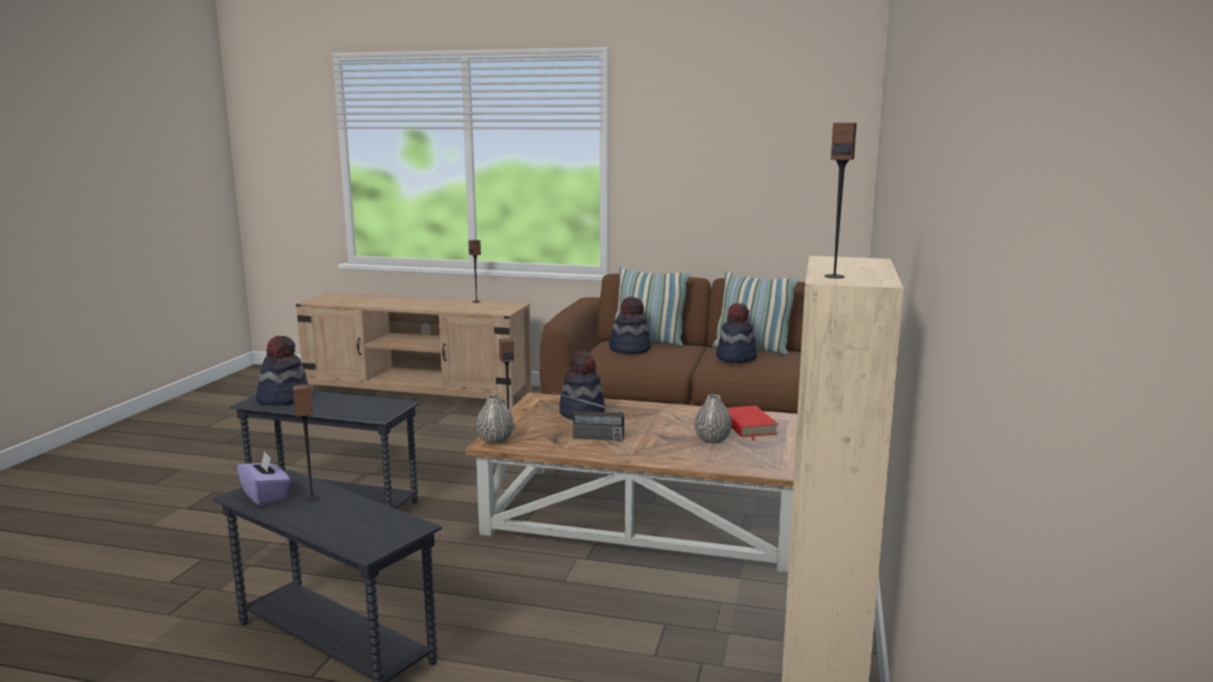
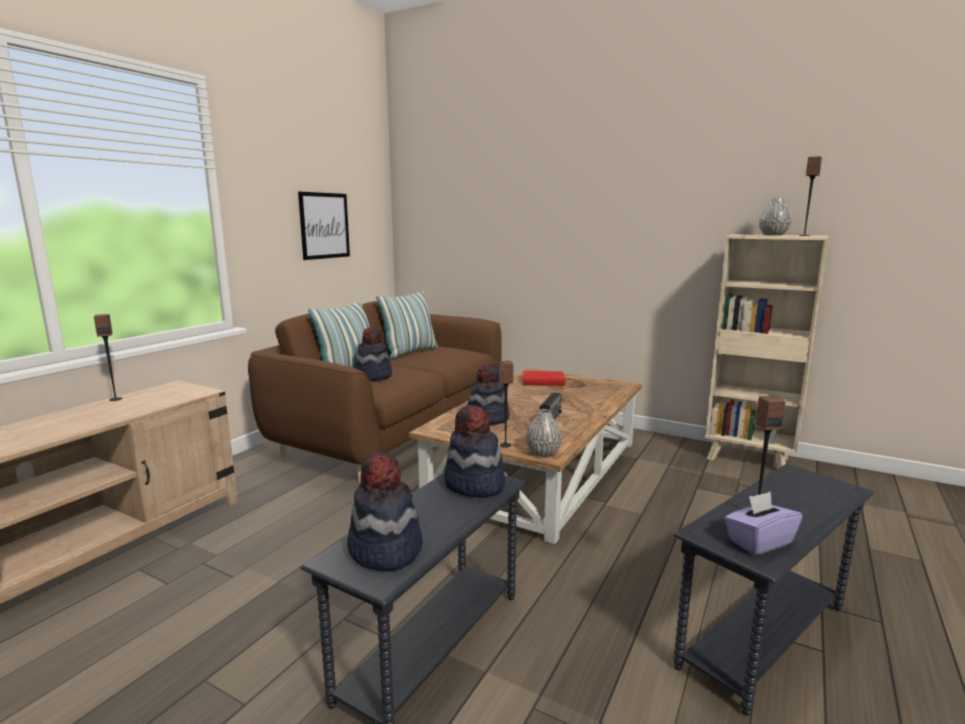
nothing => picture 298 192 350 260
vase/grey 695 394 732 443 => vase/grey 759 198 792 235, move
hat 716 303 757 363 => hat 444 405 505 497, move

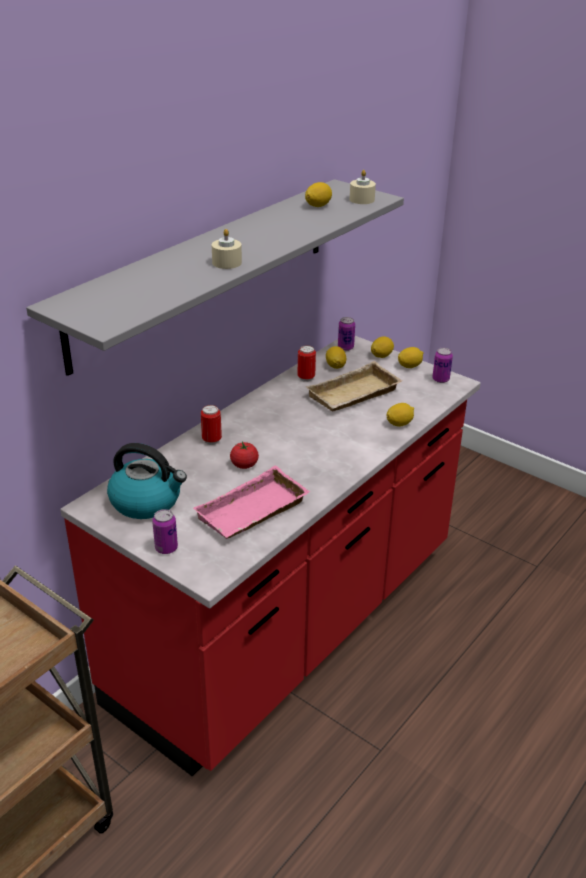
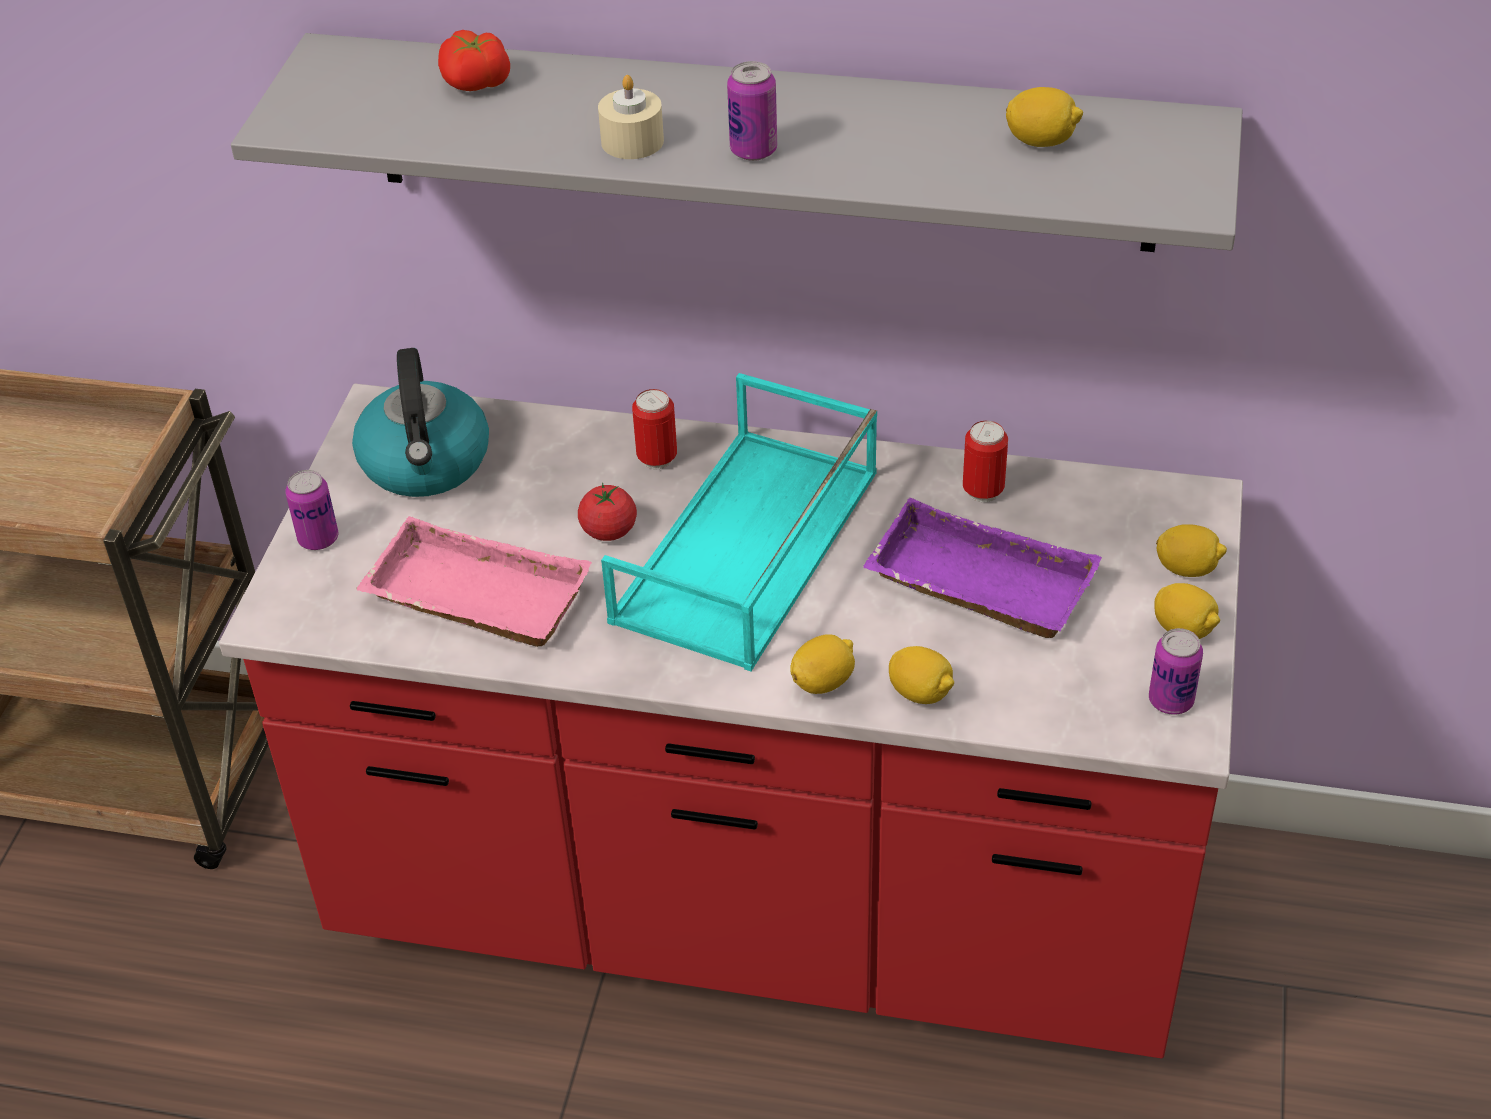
candle/beige 350 170 376 204 => nothing
nothing => tomato 438 30 510 91
nothing => tray/turquoise 601 373 877 671
lemon 326 346 346 369 => lemon 790 634 855 694, move
can 338 317 355 351 => can 727 61 777 161, move
tray/beige 306 361 402 412 => tray/purple 862 498 1102 638

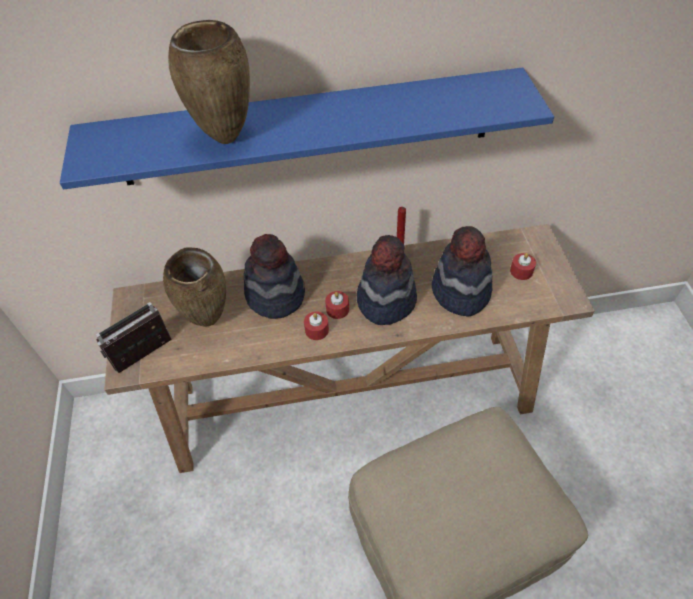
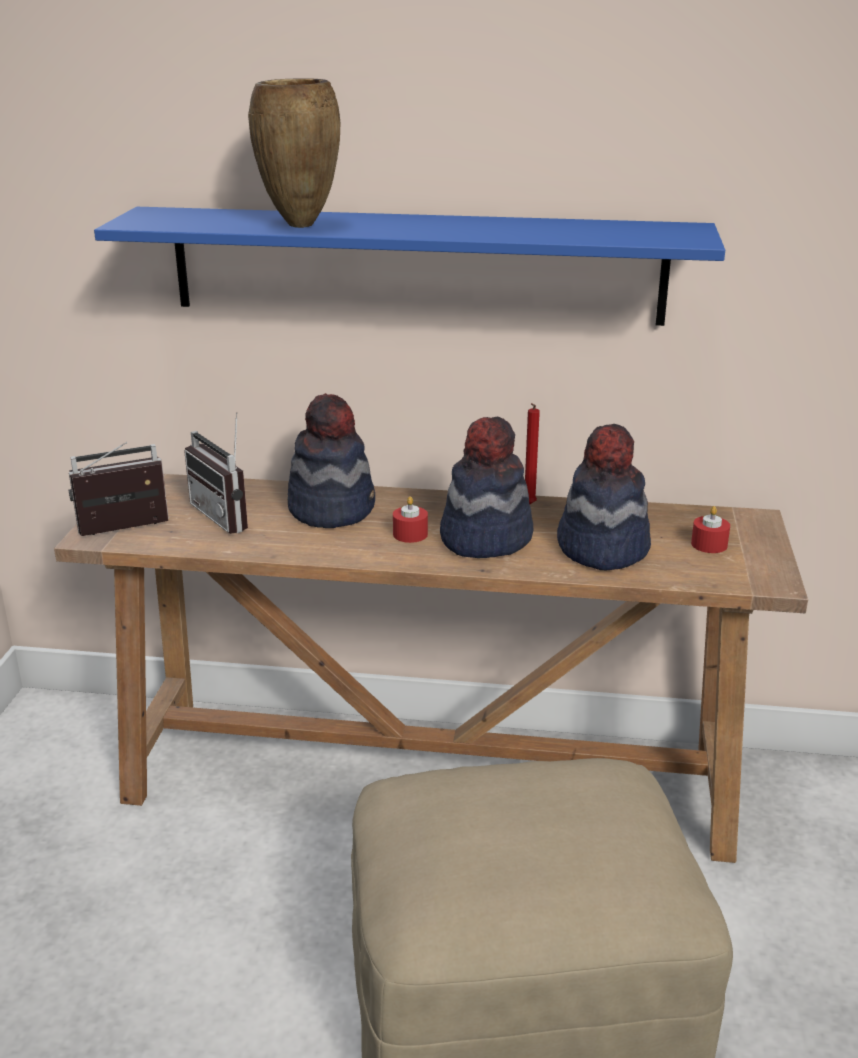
candle/red 304 312 329 340 => nothing
vase/brown 163 247 226 327 => radio 184 412 248 534

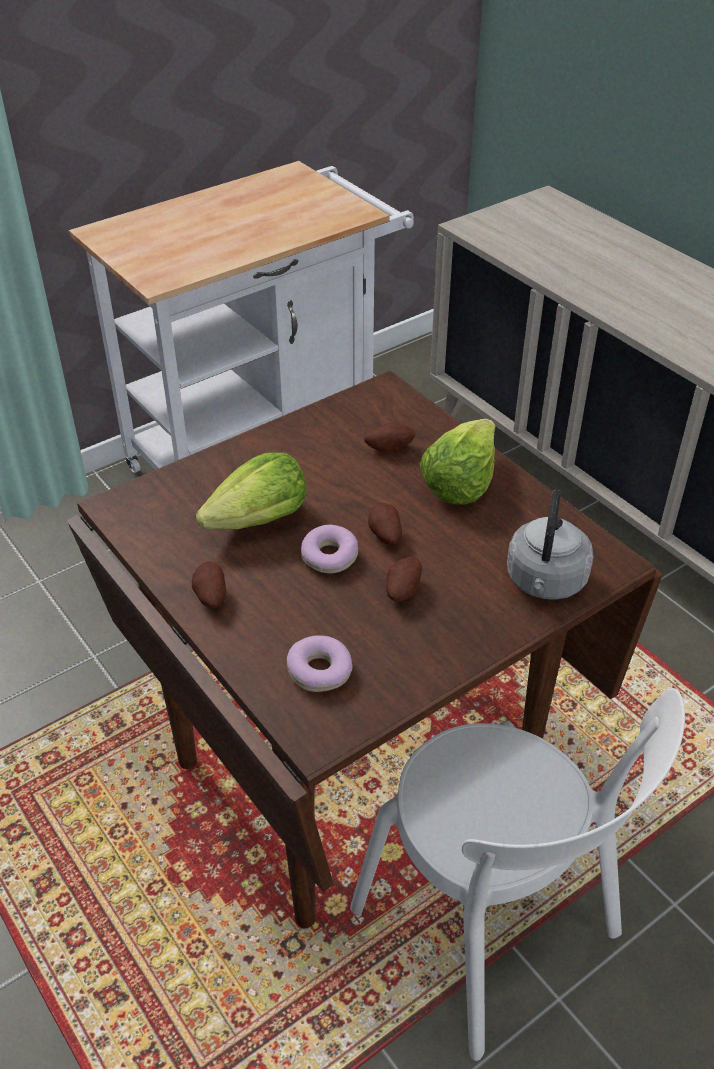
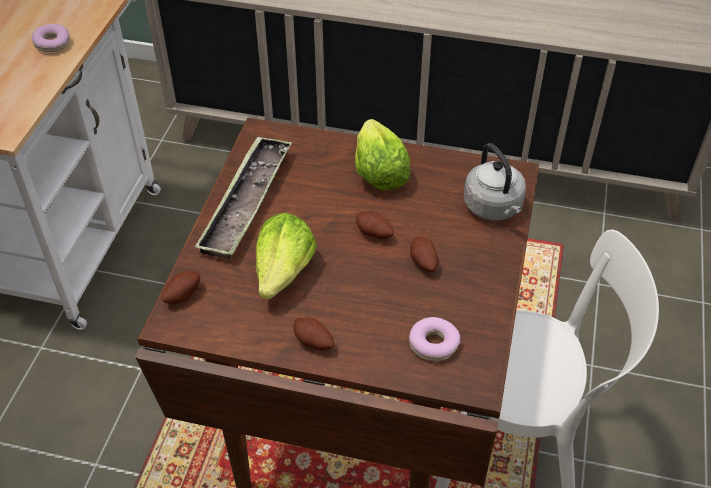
nothing => tray 194 136 292 259
donut 301 525 358 574 => donut 32 24 70 52, move
potato 364 423 415 452 => potato 162 271 200 304, move

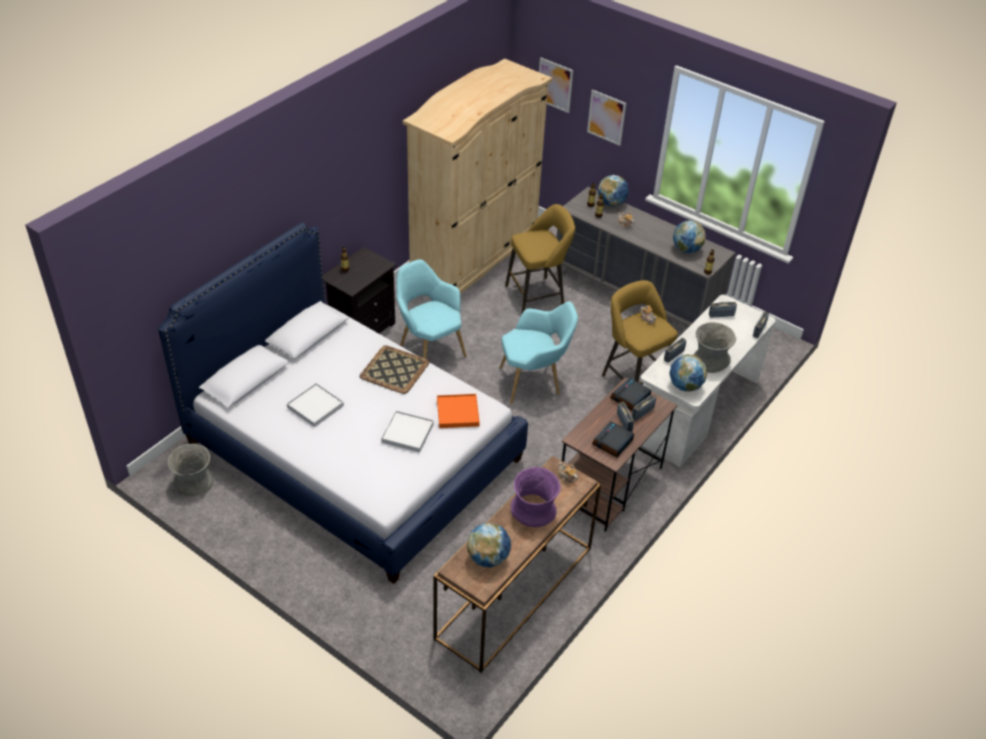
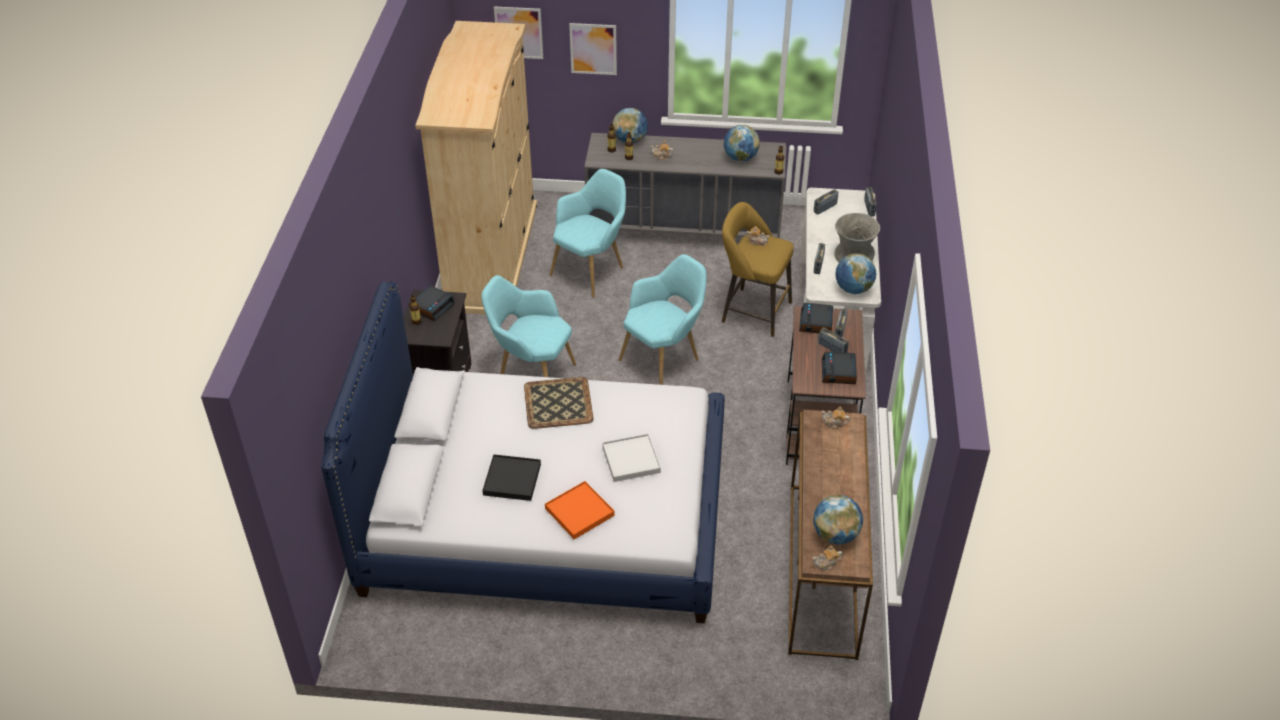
vase/grey 168 444 213 496 => nothing
vase/purple 511 467 561 527 => nothing
nothing => alarm clock 409 286 455 321
nothing => teapot 812 545 843 571
tray/orange 437 394 480 428 => tray/orange 545 481 615 539, move
stool/yellow 505 204 575 313 => armchair/turquoise 550 169 626 298
tray/white 287 383 344 427 => tray/black 482 454 541 501

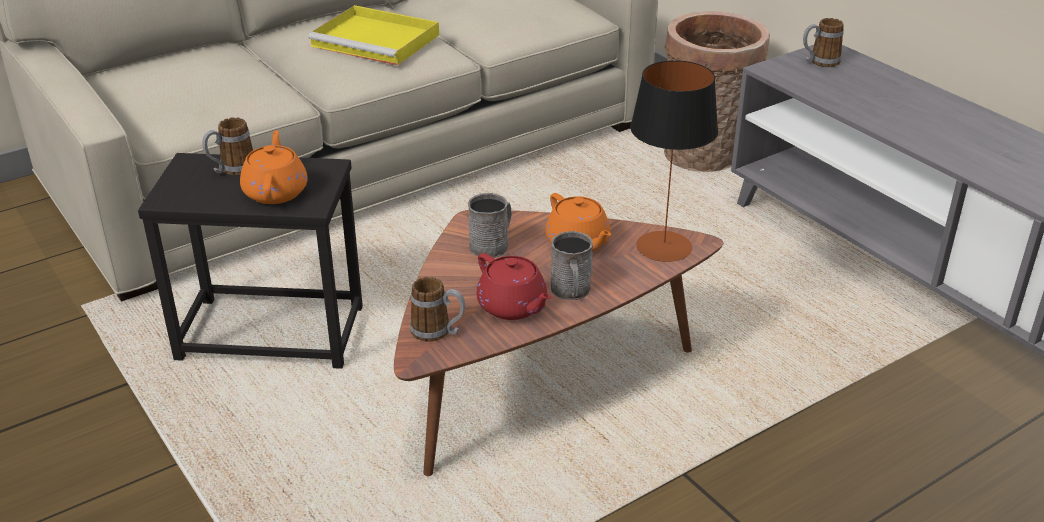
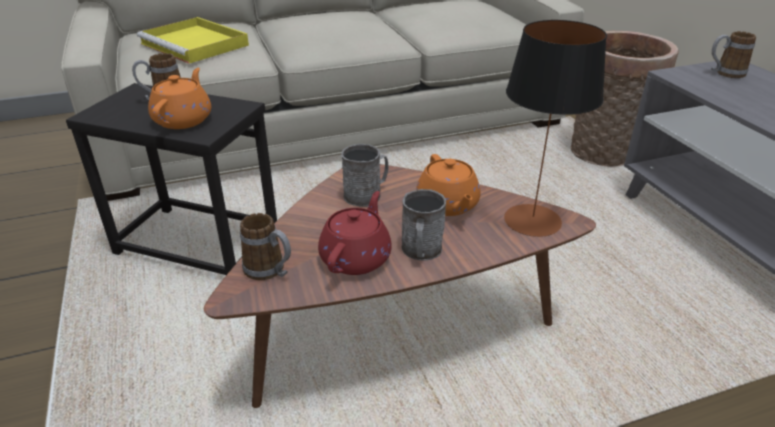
tray/yellow 308 5 439 65 => tray/yellow 137 17 249 64, move
teapot/red 476 253 552 320 => teapot/red 318 191 392 275, 135 degrees counterclockwise

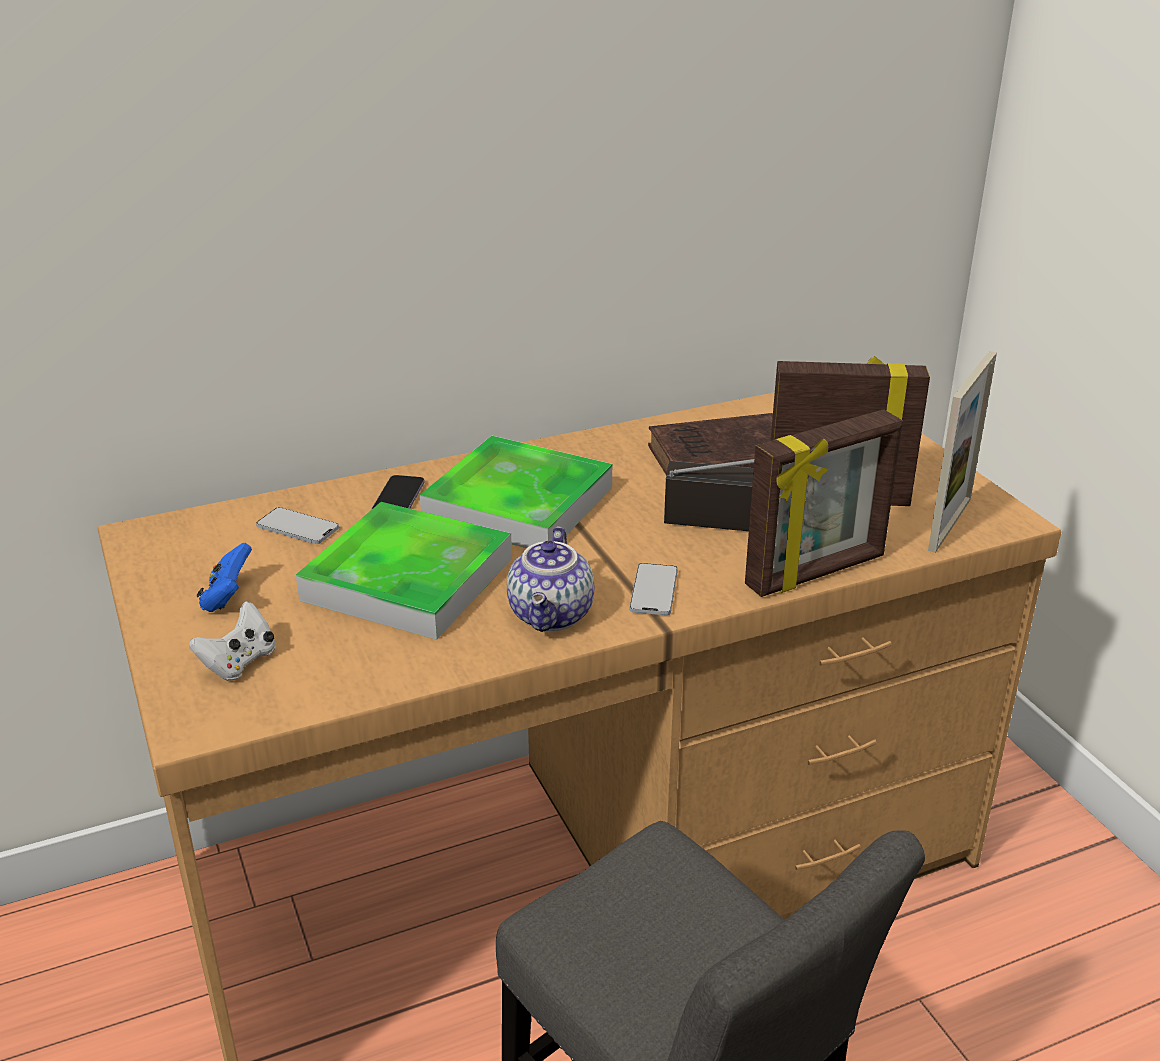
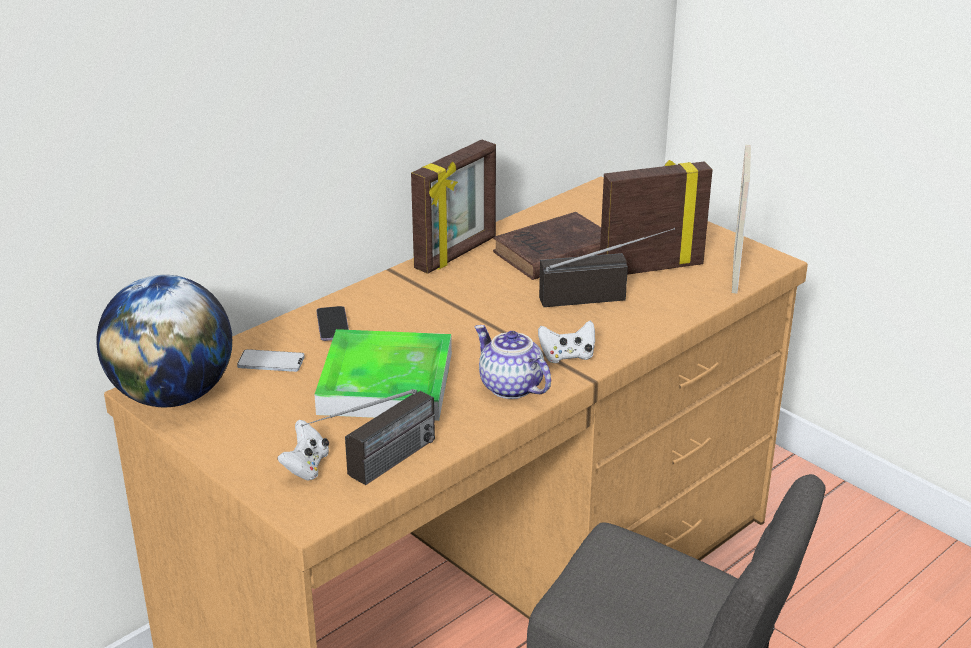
game controller/blue 197 543 252 612 => nothing
tray 420 436 612 548 => nothing
nothing => globe 96 275 232 407
nothing => radio 301 389 435 485
picture frame 745 409 903 597 => picture frame 411 140 496 274, move
phone 630 563 678 615 => game controller/white 538 320 595 363
teapot 507 526 594 632 => teapot 475 325 551 399, 150 degrees clockwise

